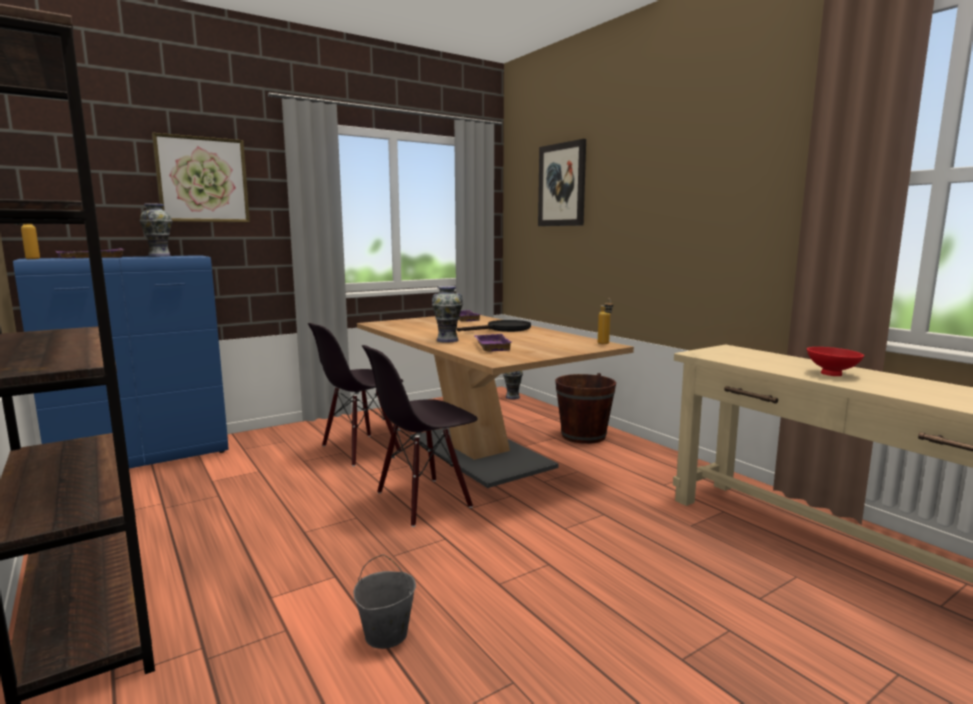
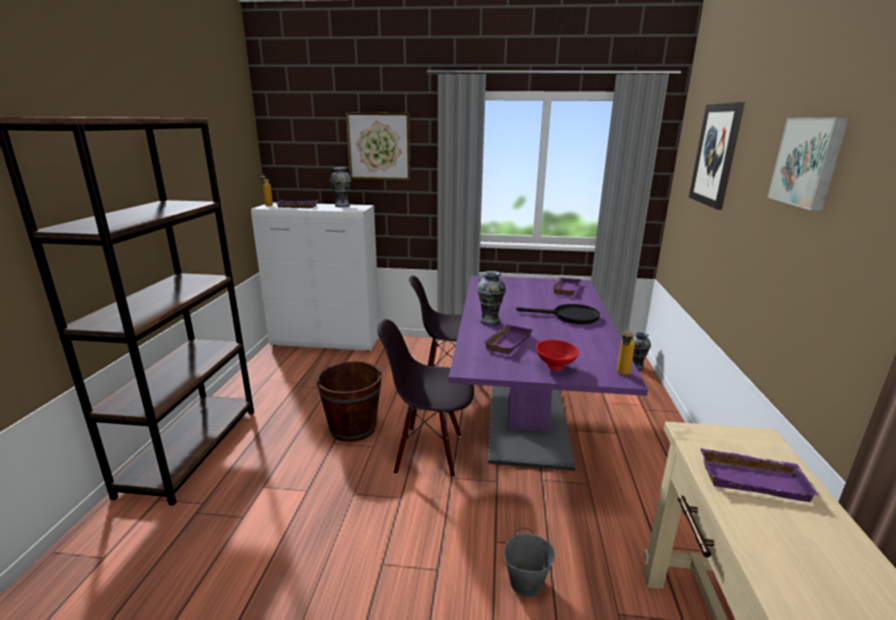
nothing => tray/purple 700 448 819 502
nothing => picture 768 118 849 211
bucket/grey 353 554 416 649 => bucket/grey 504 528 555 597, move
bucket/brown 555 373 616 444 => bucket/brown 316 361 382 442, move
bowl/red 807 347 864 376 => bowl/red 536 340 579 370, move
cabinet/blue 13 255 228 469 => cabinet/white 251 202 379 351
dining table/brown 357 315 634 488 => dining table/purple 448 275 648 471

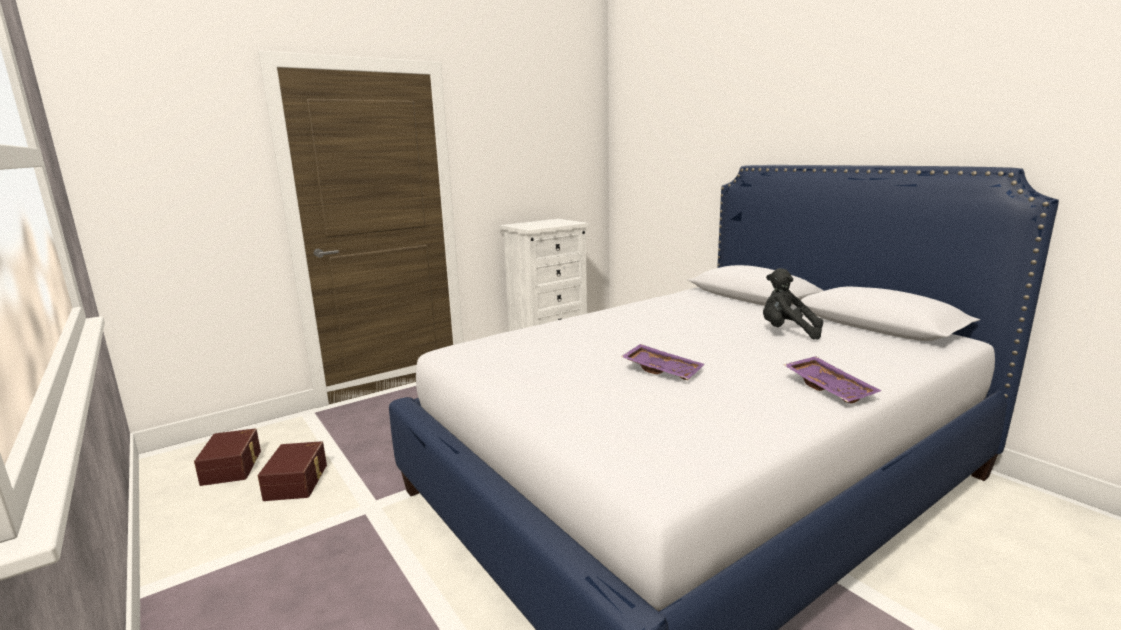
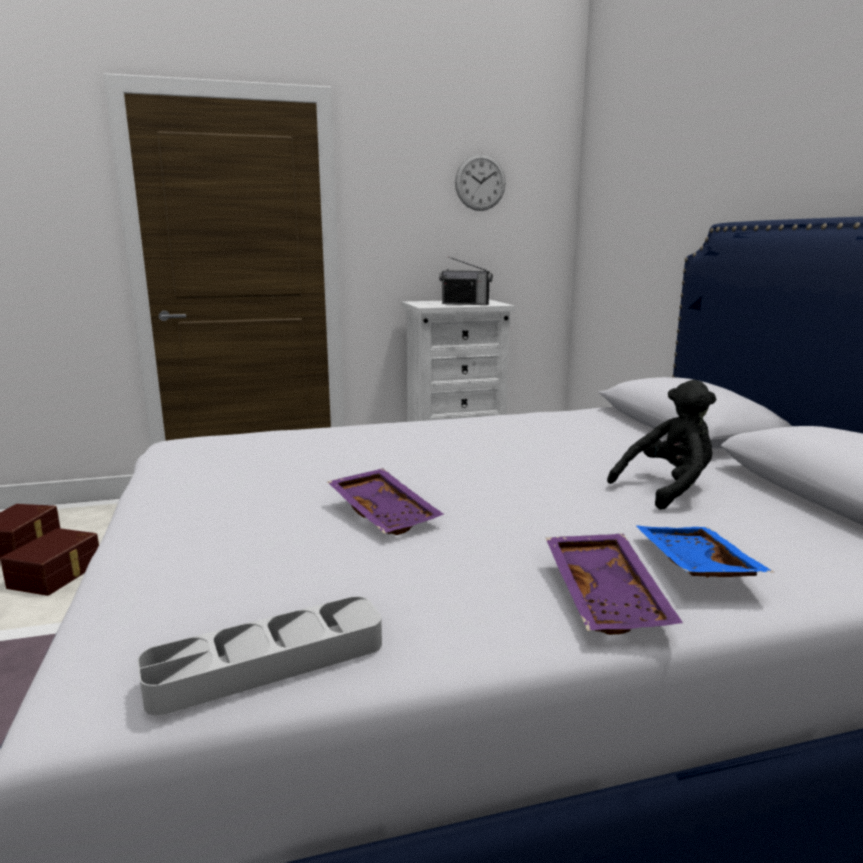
nothing => tray/grey 137 596 382 715
nothing => radio 439 256 493 305
nothing => wall clock 455 154 506 211
nothing => tray/blue 636 526 773 577
plush toy/black 763 268 823 340 => plush toy/black 607 380 716 510, 105 degrees clockwise

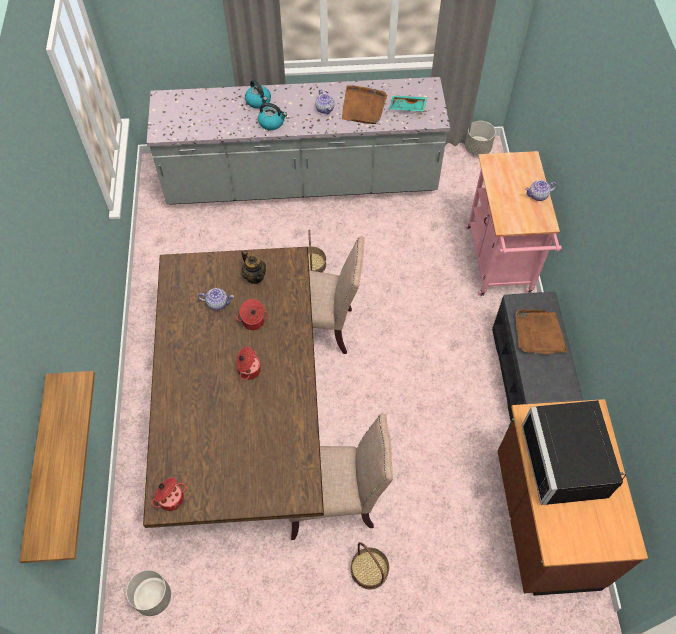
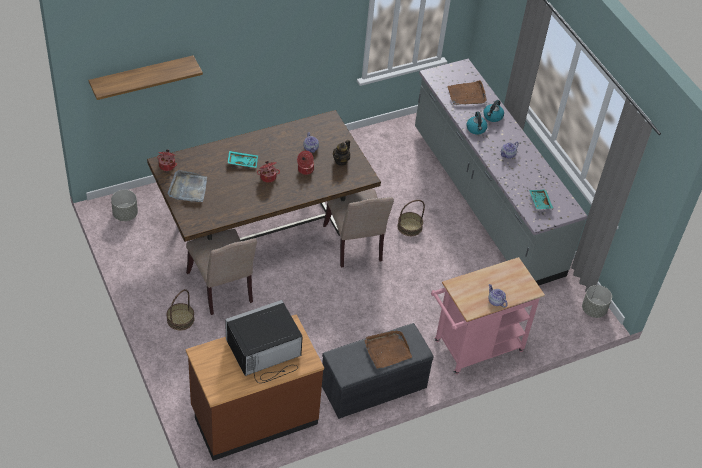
nothing => tray/grey 167 170 207 202
nothing => tray/turquoise 227 151 258 168
tray/brown 342 85 387 124 => tray/brown 448 80 487 105, move

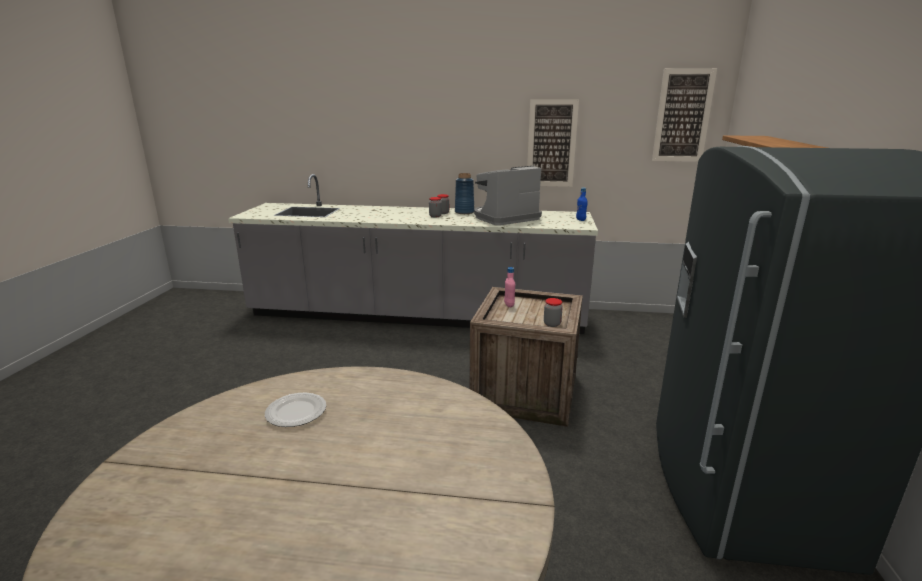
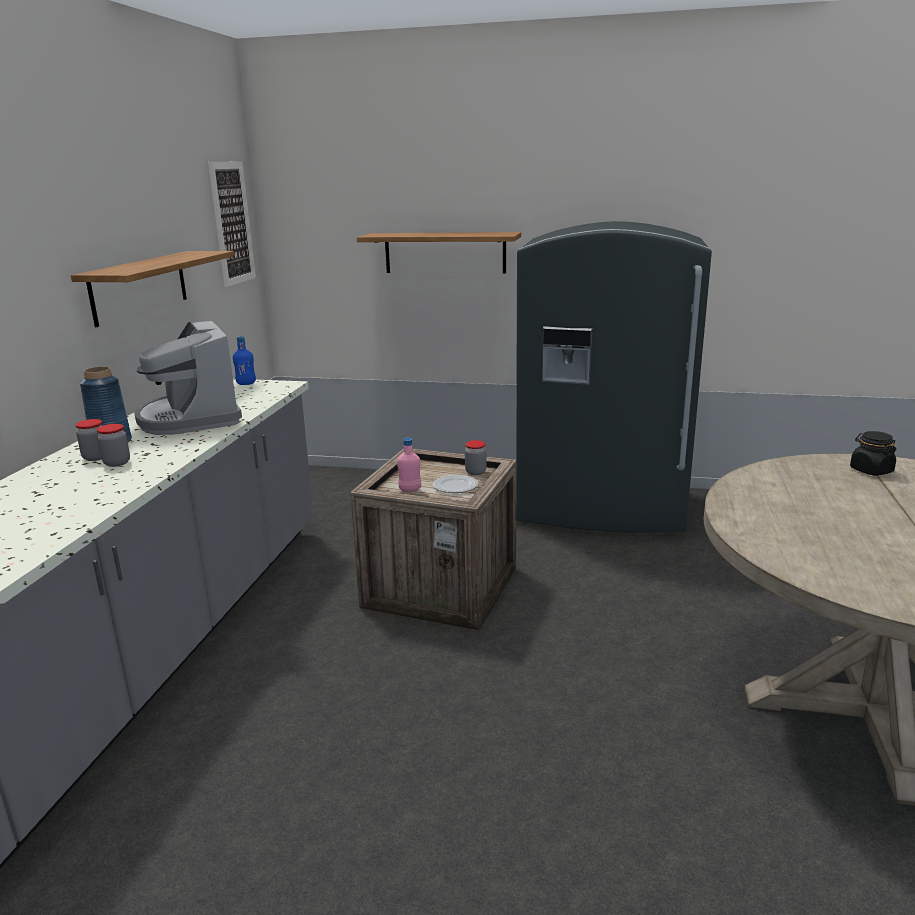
nothing => jar/black 850 431 896 476
plate 265 393 326 427 => plate 433 475 478 493, move
picture 527 99 579 187 => shelf 71 251 234 327

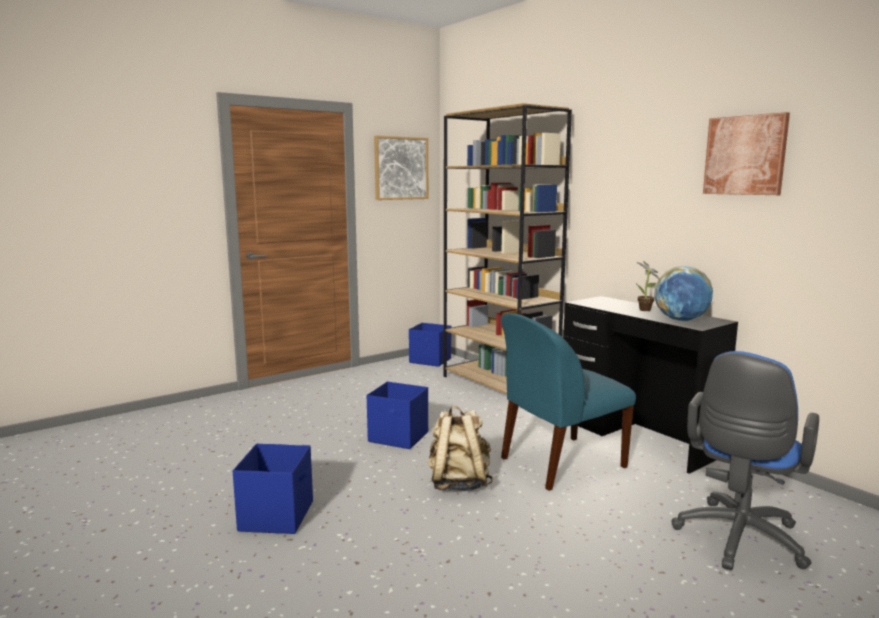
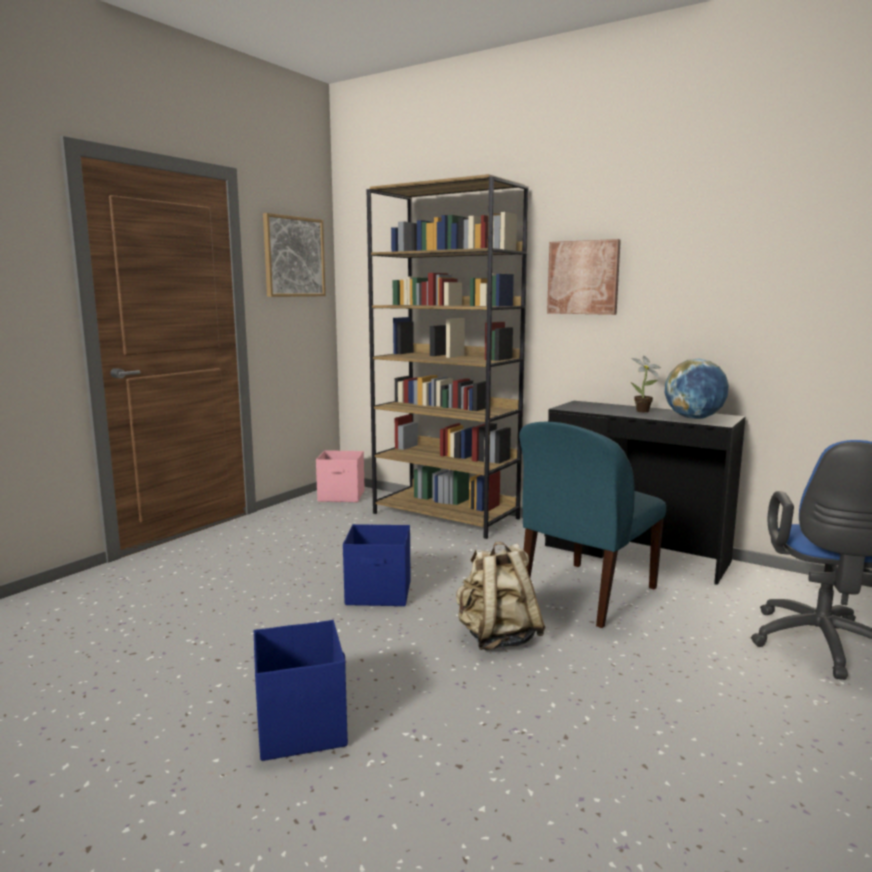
picture 703 112 790 195 => picture 547 239 621 315, move
storage box/blue 409 323 451 367 => storage box/pink 316 450 365 502

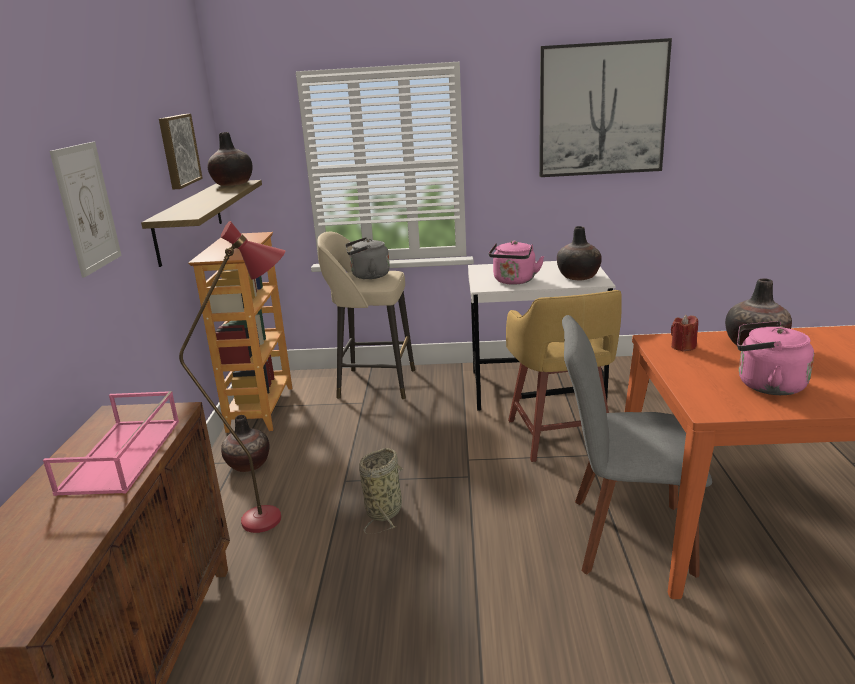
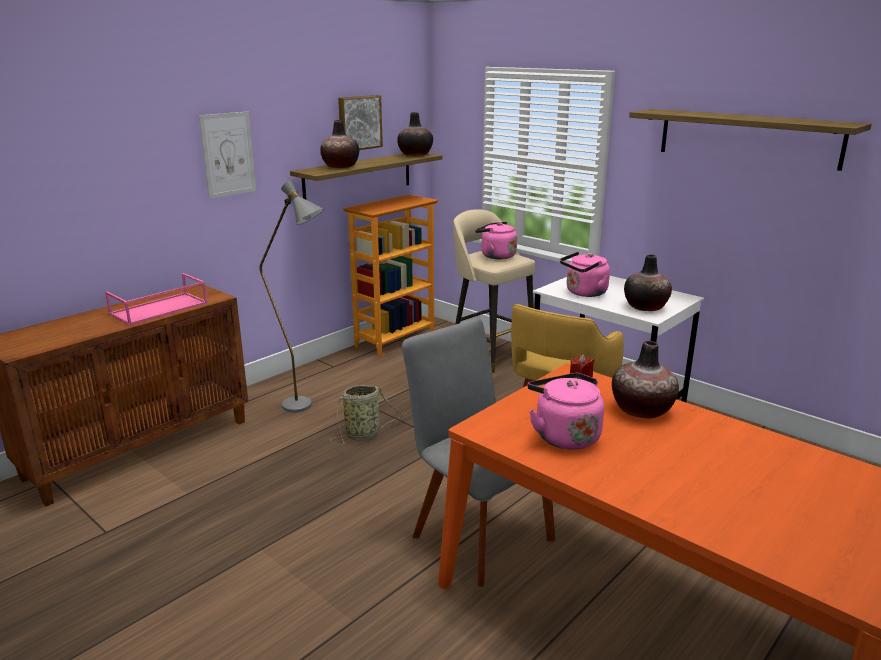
vase 221 415 269 472 => vase 320 120 359 169, move
picture 539 38 672 177 => shelf 629 109 872 171
floor lamp/red 179 221 285 533 => floor lamp/grey 260 180 324 413
kettle/grey 345 237 390 279 => kettle/pink 475 222 517 259

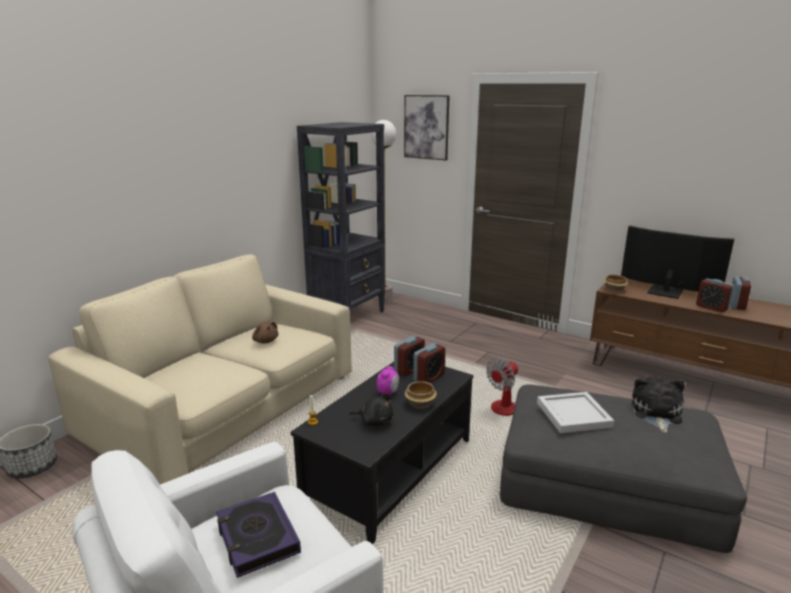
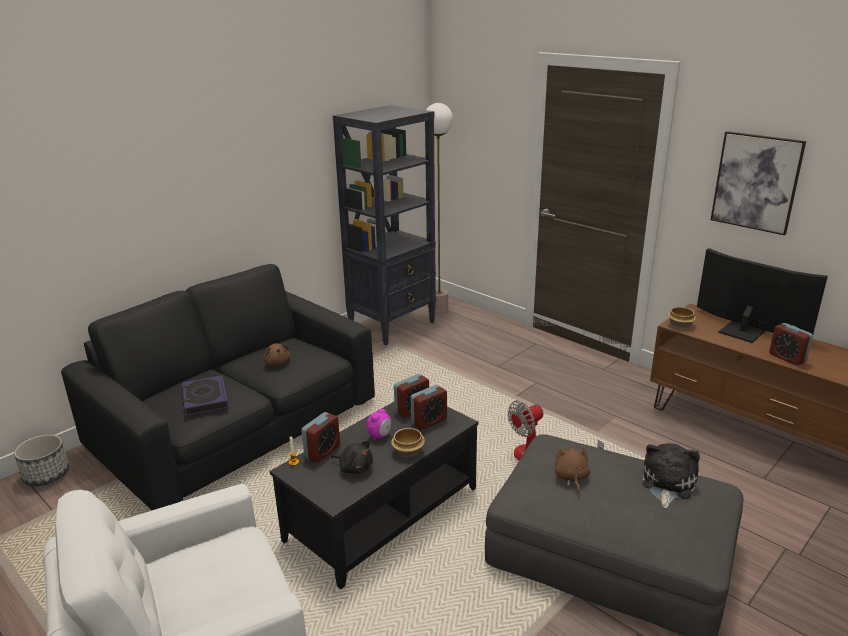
book 216 492 301 578 => book 181 375 228 416, move
picture 404 95 450 160 => picture 711 131 806 235, move
alarm clock 730 276 751 310 => alarm clock 301 412 340 463, move
tray/white 537 392 614 433 => plush toy/brown 555 444 590 494
sofa/beige 48 254 352 484 => sofa/black 61 264 375 510

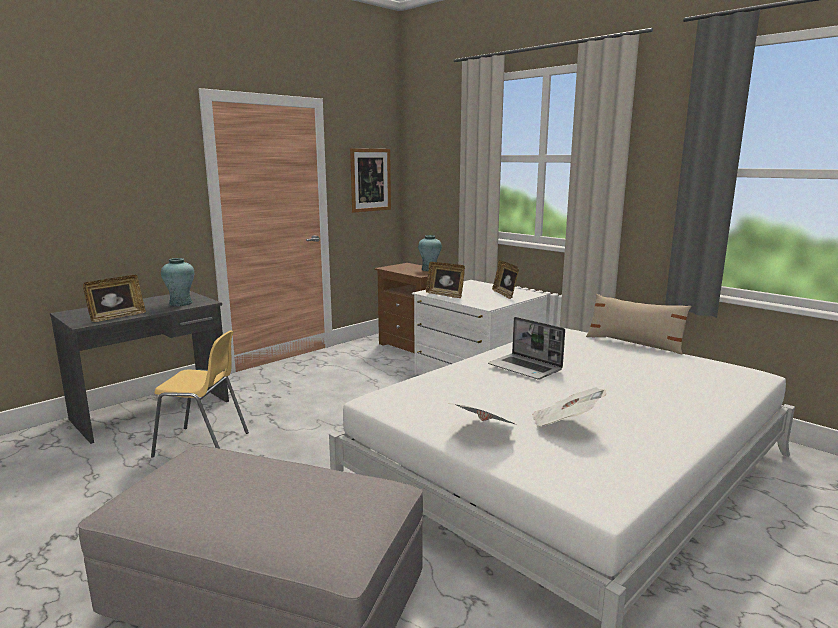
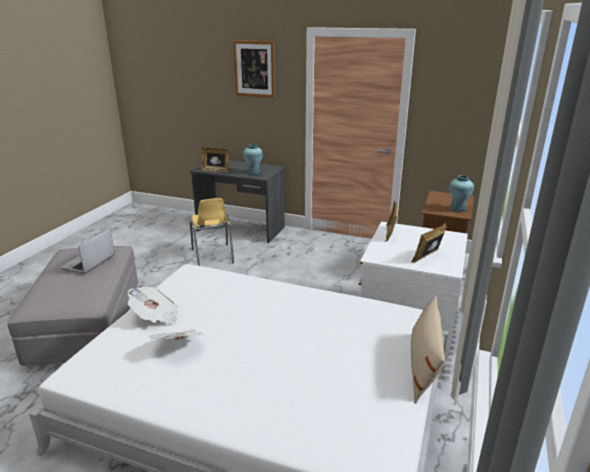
picture 350 148 391 213 => picture 233 40 275 98, move
laptop 488 317 565 379 => laptop 60 228 115 274, move

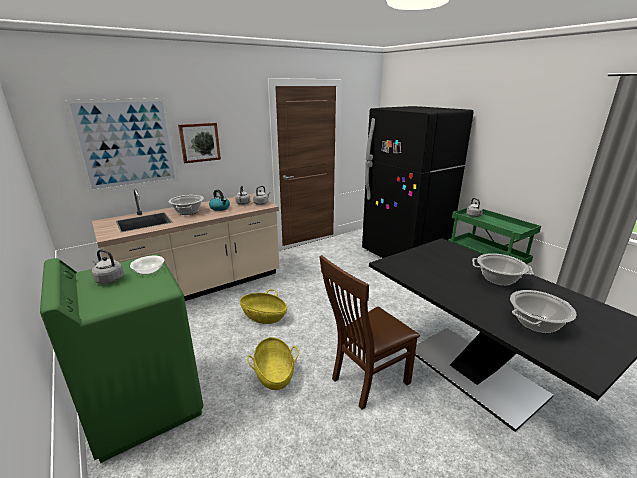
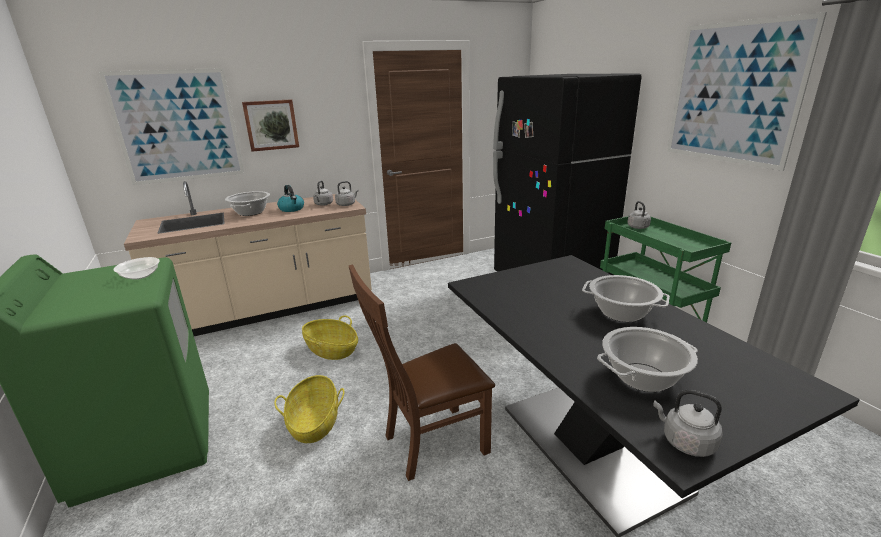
nothing => picture 667 12 827 171
kettle/grey 92 249 124 284 => kettle/grey 653 390 723 457, move

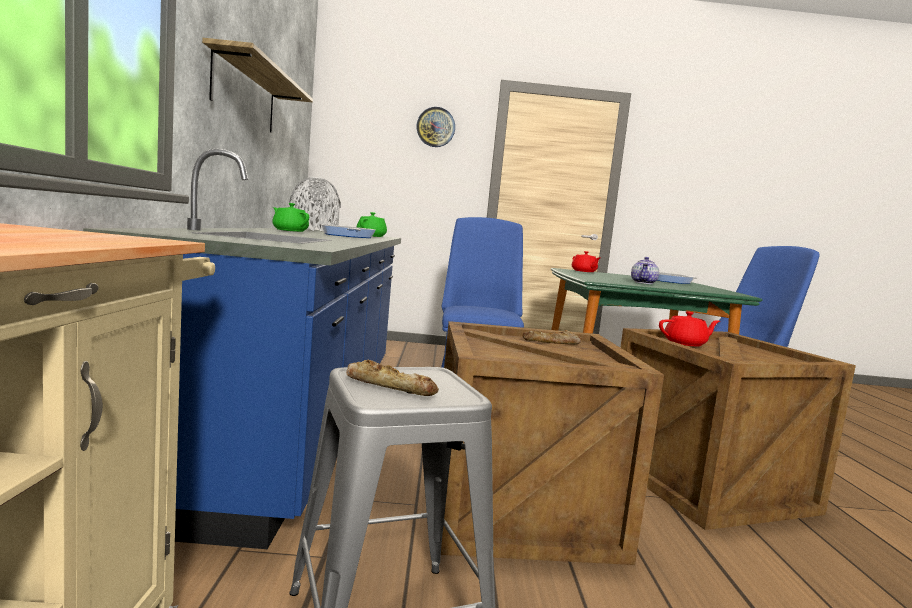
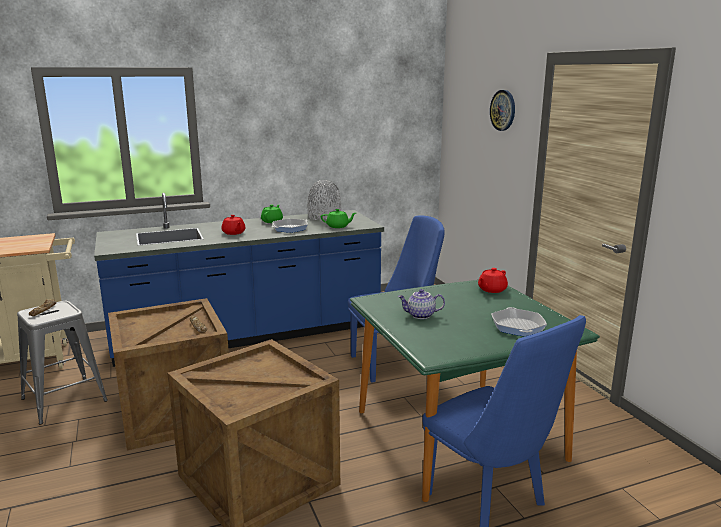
shelf 202 38 313 133 => nothing
teapot/red 659 311 720 346 => teapot/red 221 215 245 235, move

